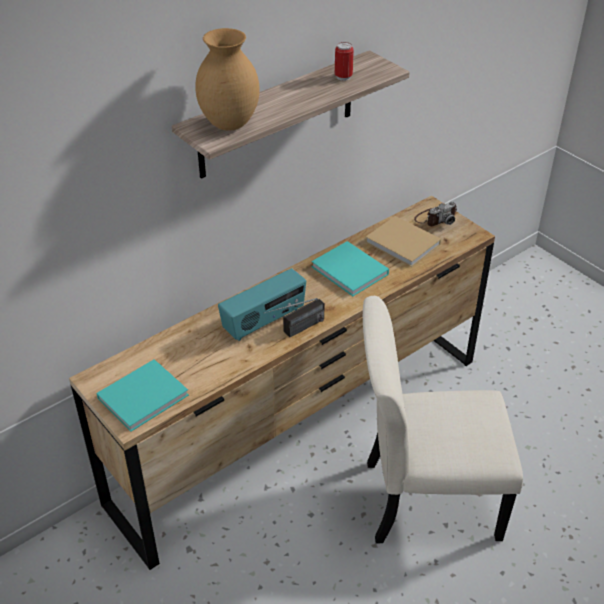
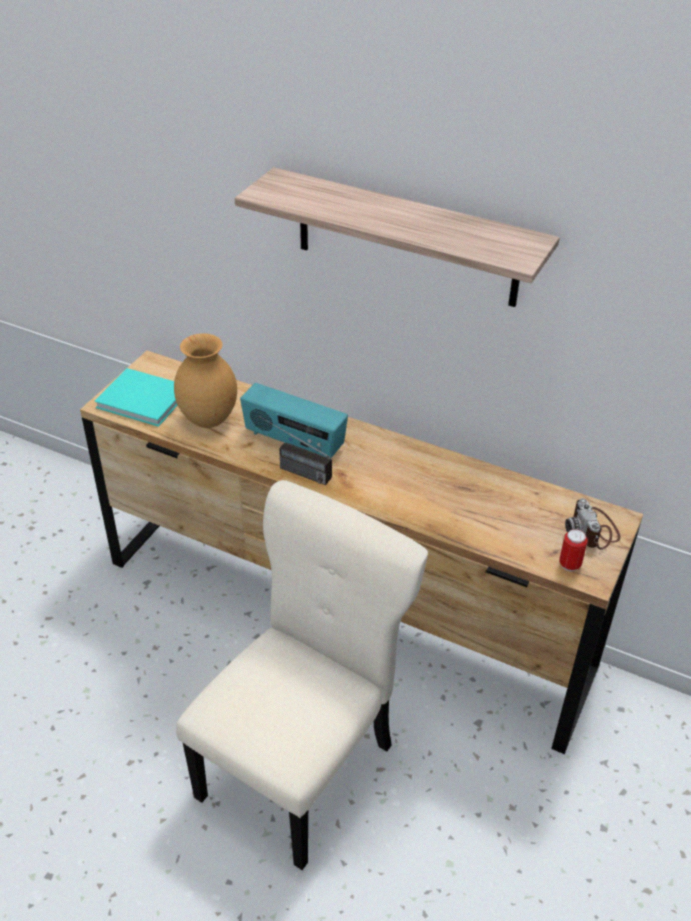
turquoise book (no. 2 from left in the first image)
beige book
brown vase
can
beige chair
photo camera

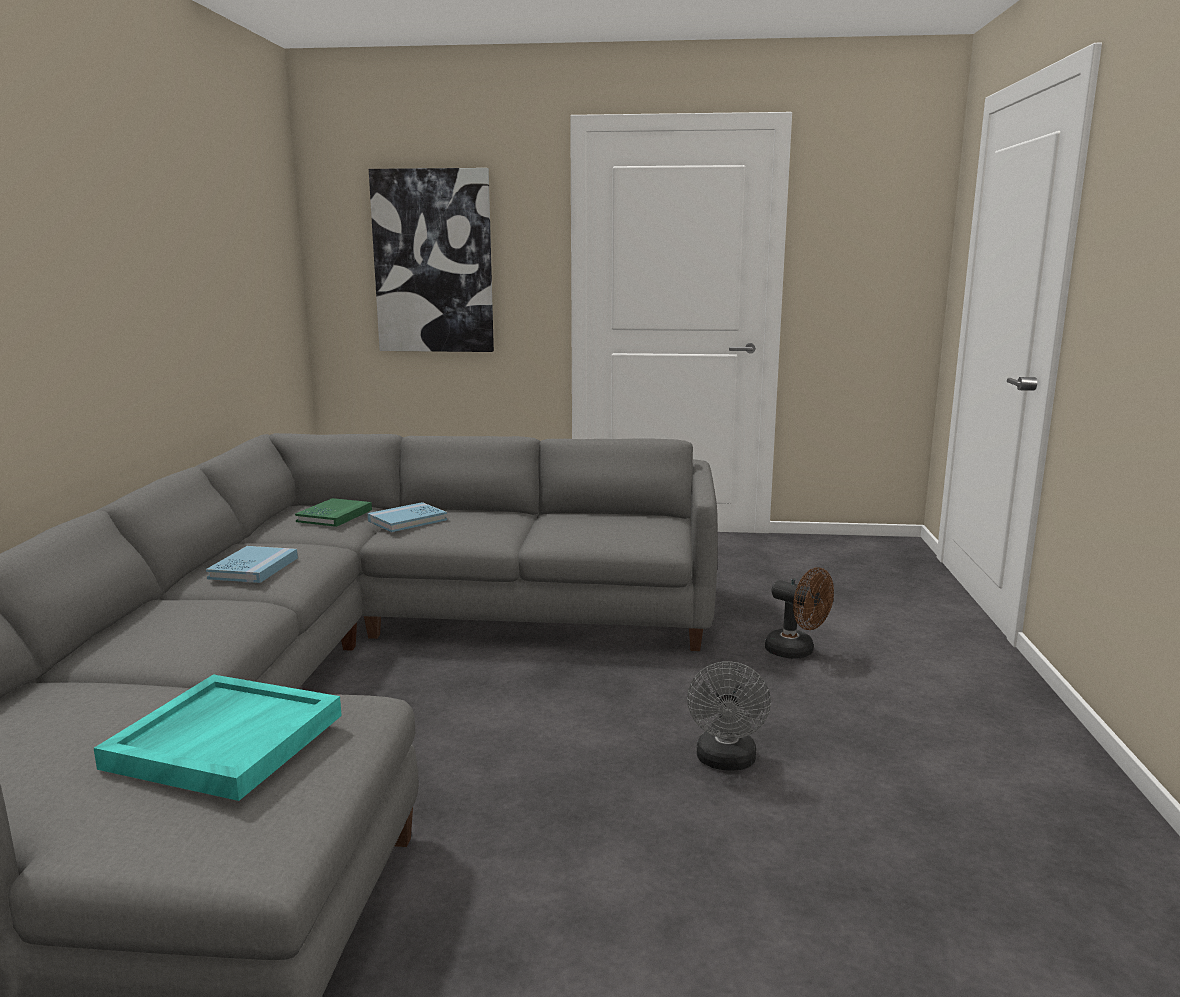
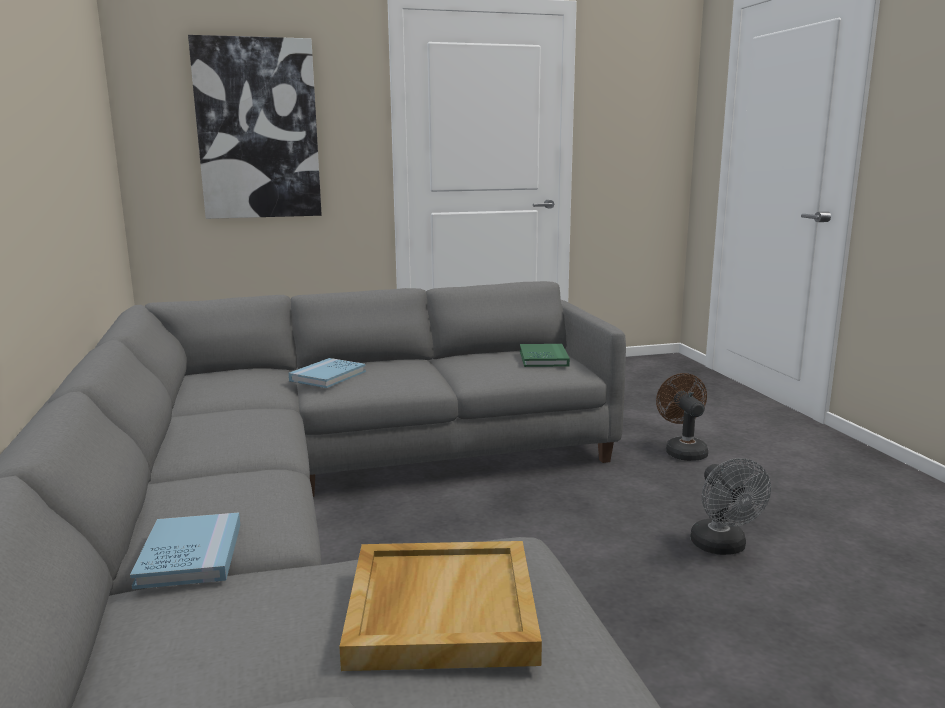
blue book (no. 1 from left)
green book
beige tray
brown fan

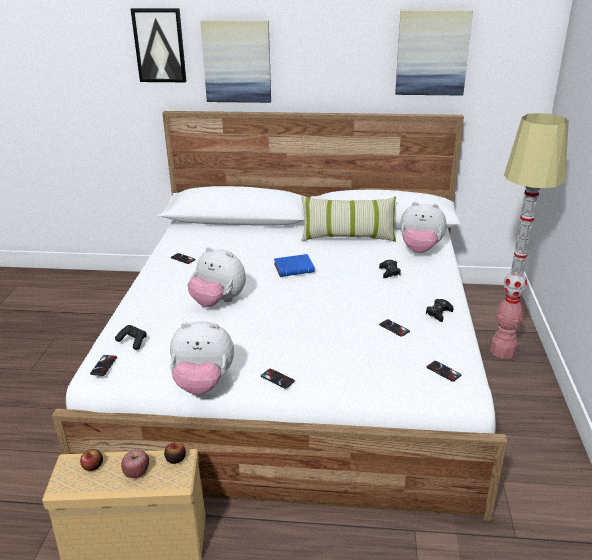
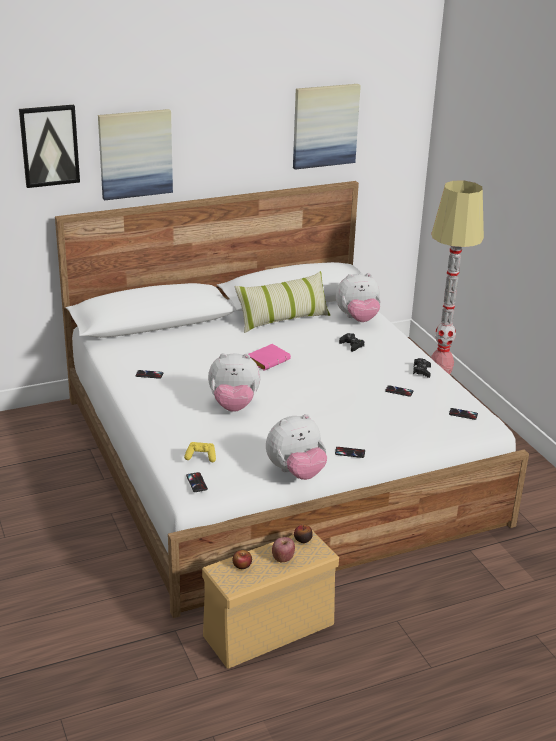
yellow game controller
pink book

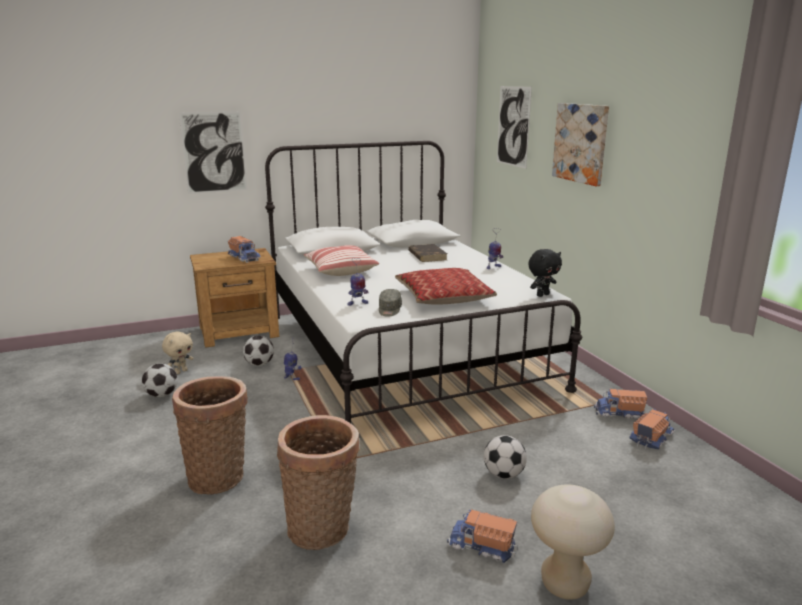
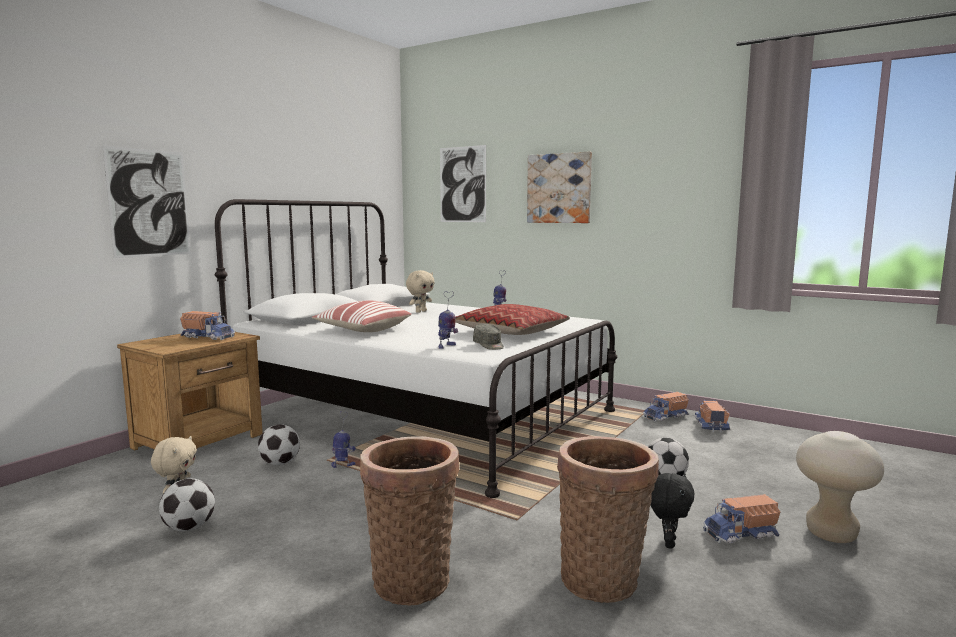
black plush toy
beige plush toy (no. 2 from left)

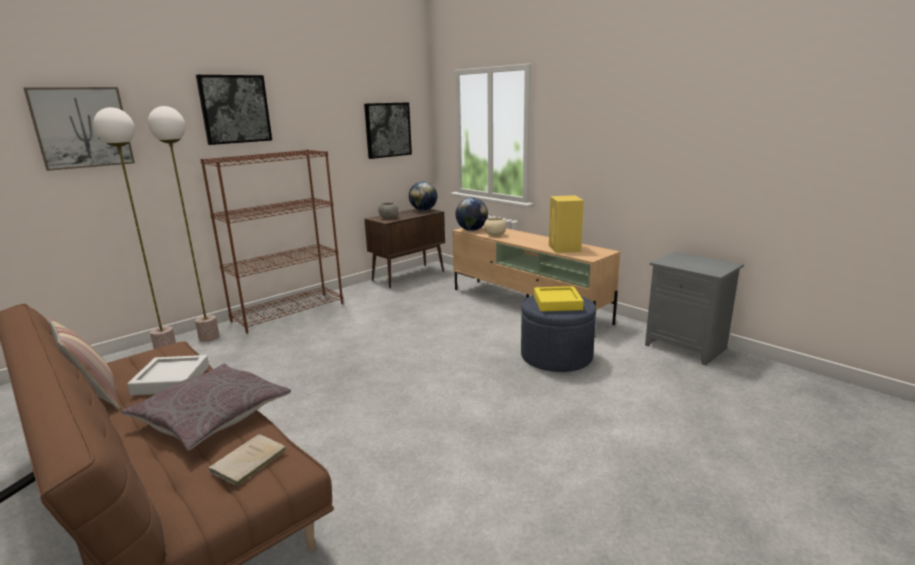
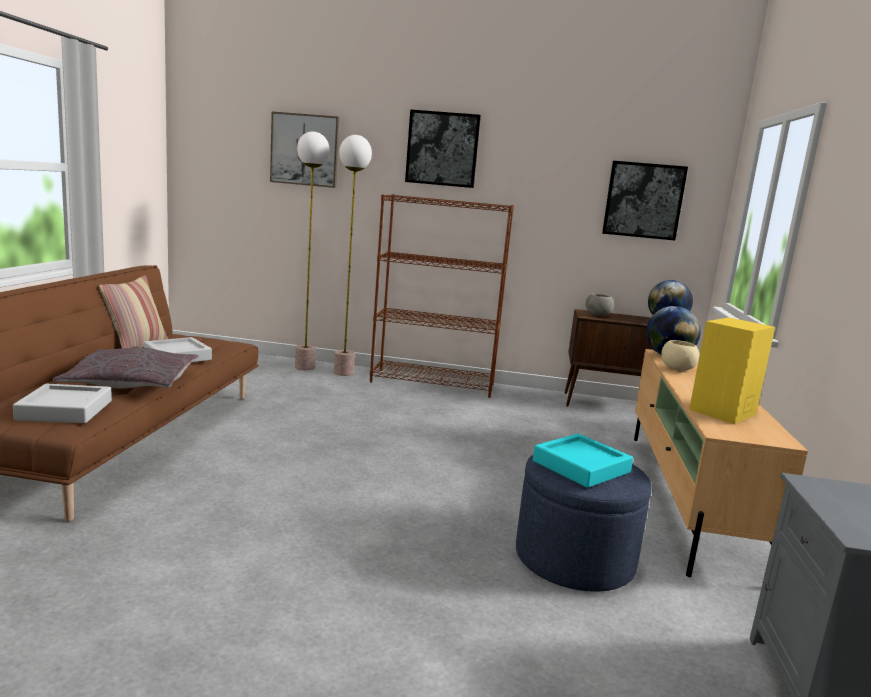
grey tray (no. 1 from left)
turquoise tray

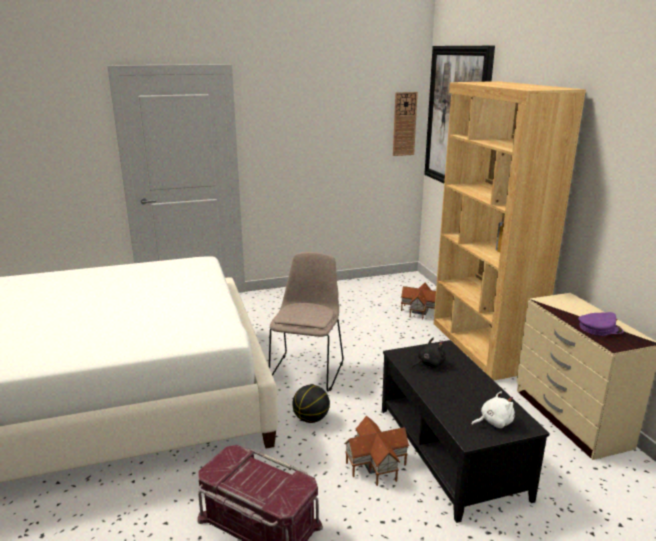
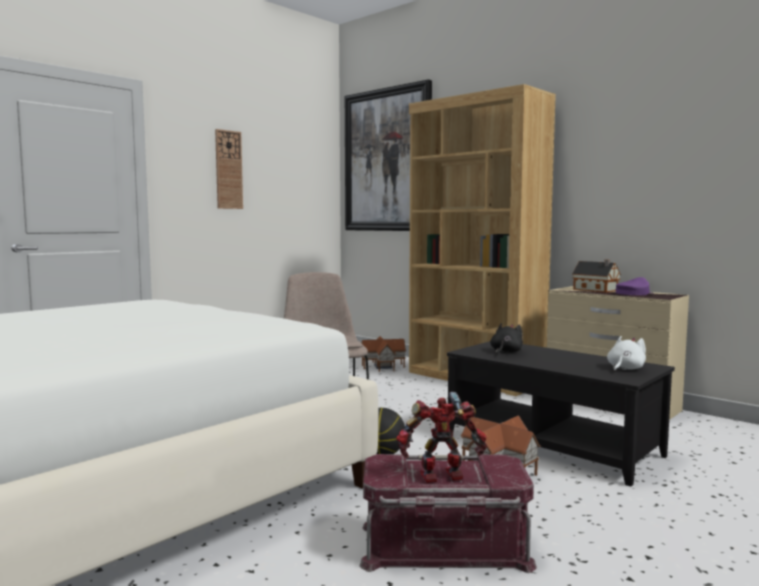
toy robot
toy house (no. 3 from left)
wall clock

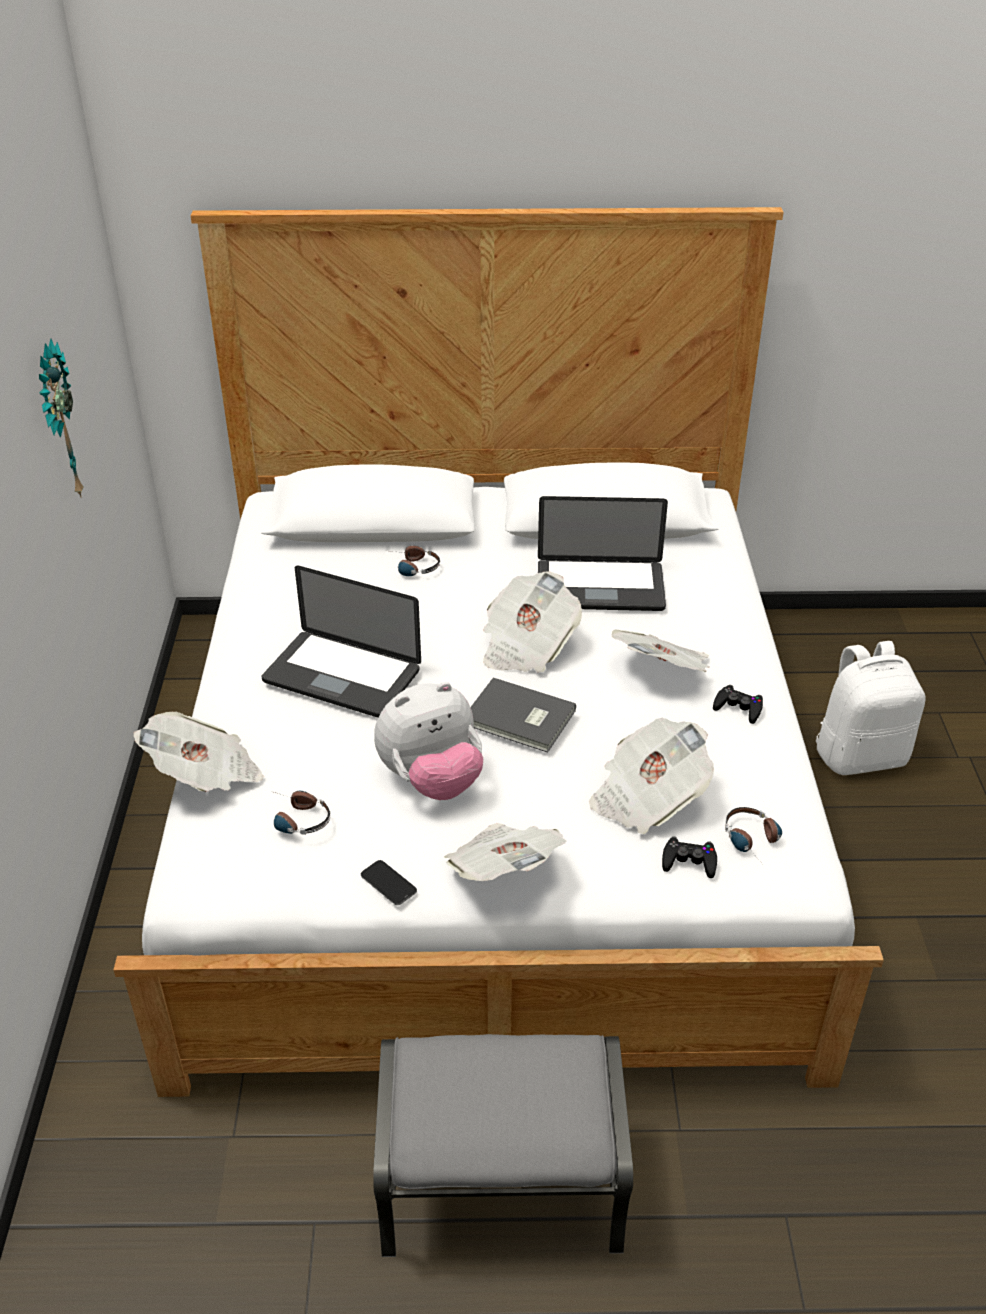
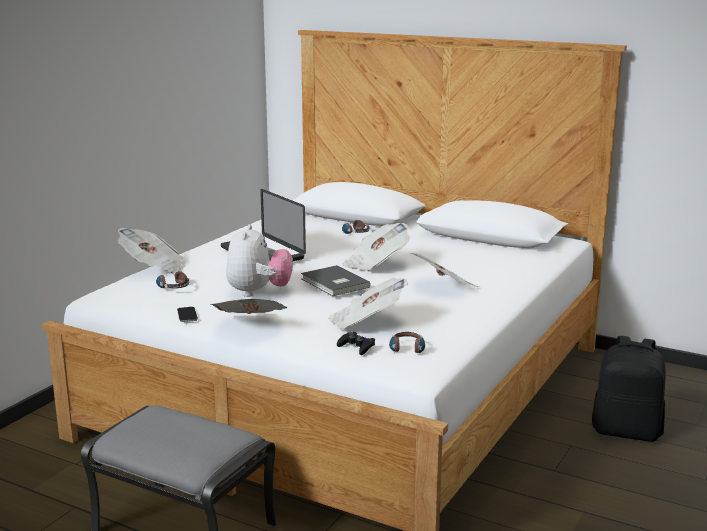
wall clock
laptop (no. 2 from left in the first image)
black game controller (no. 2 from left in the first image)
black backpack
plush toy

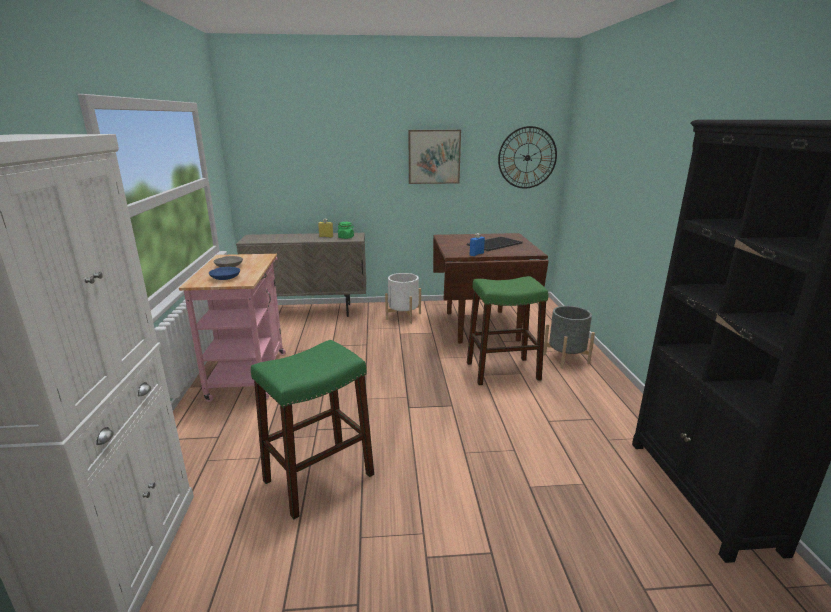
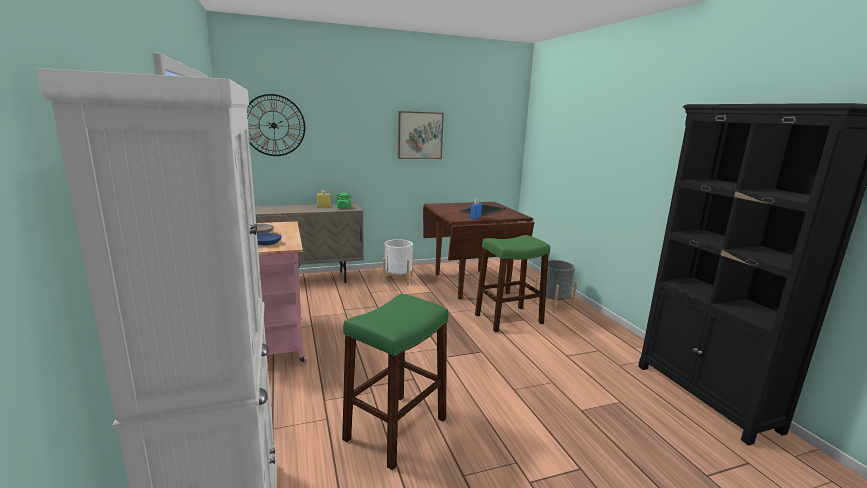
wall clock

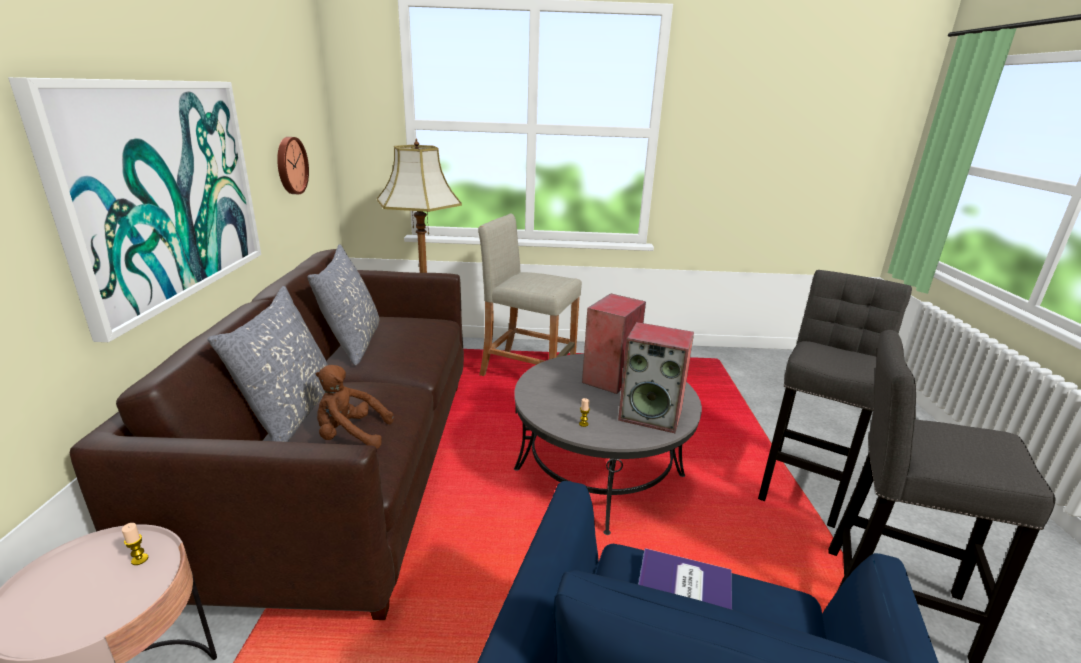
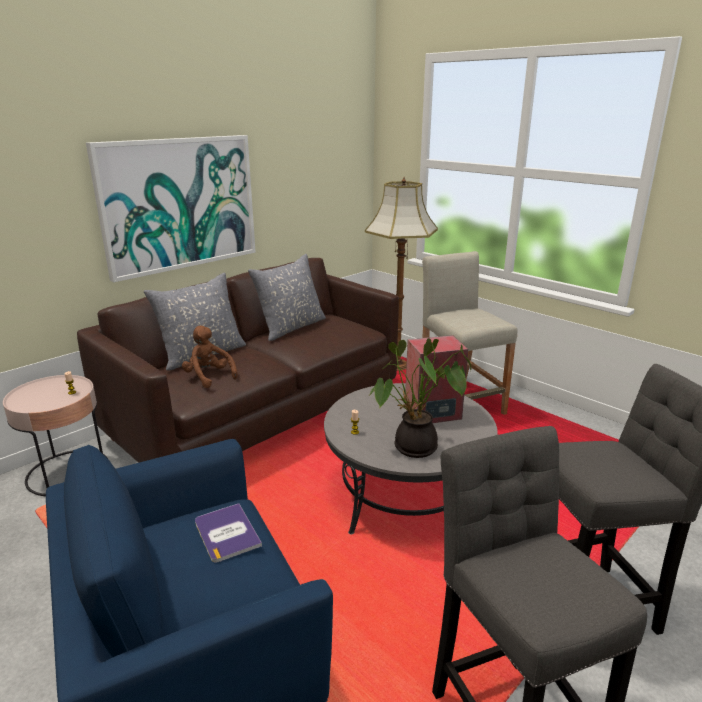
wall clock
potted plant

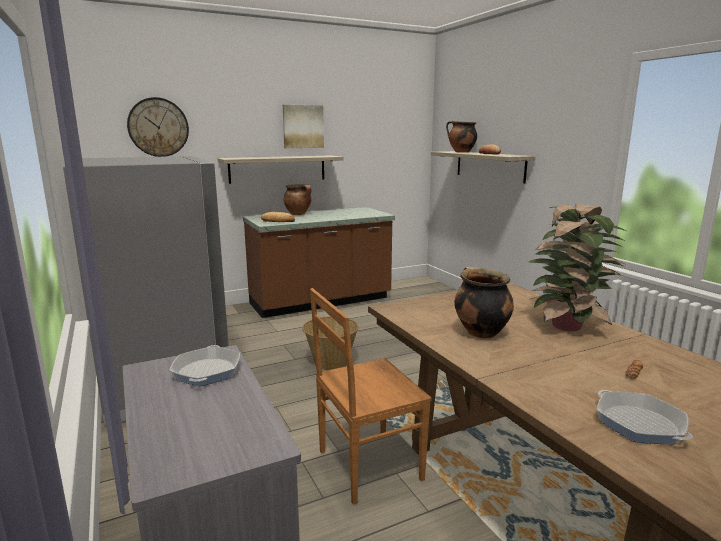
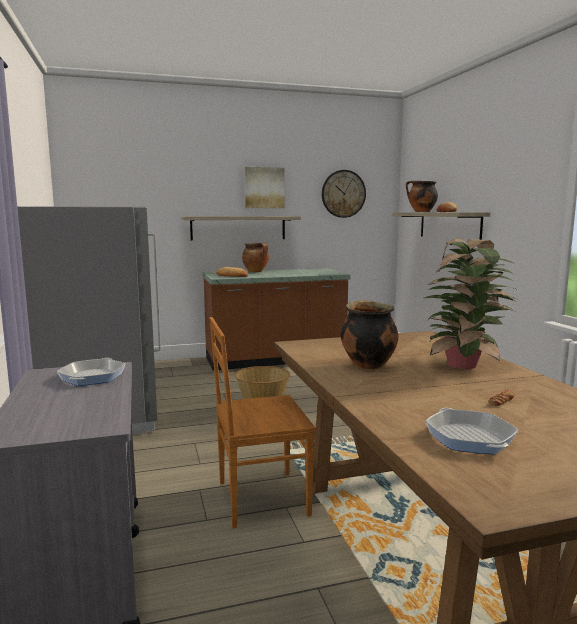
wall clock

